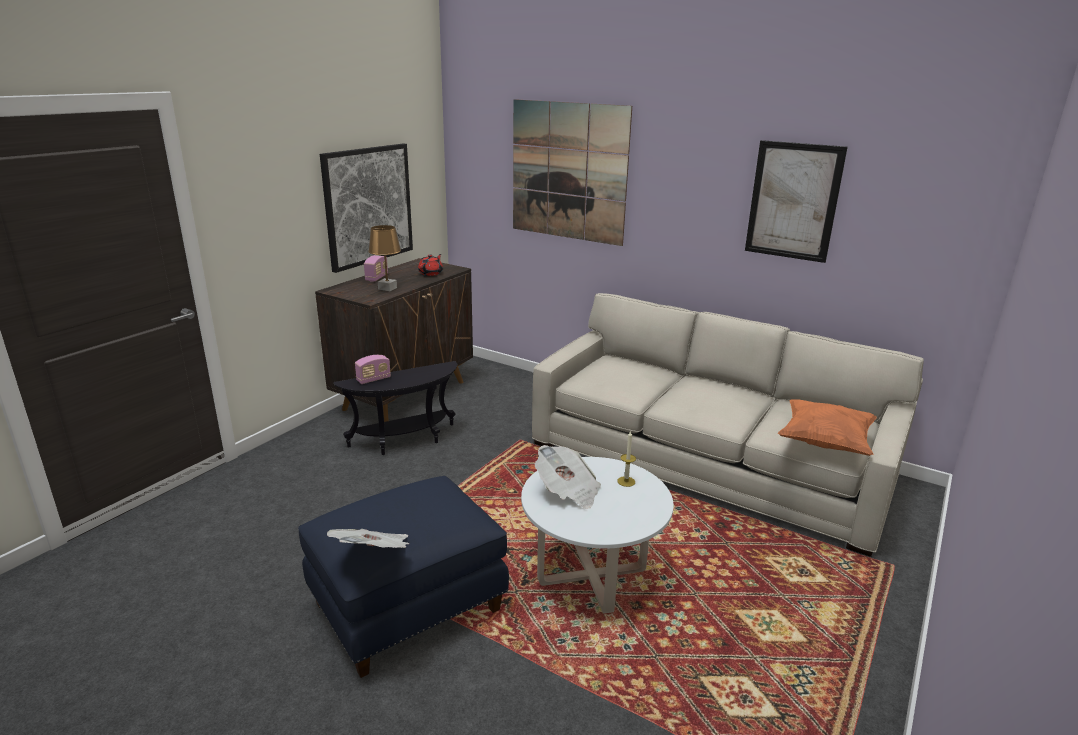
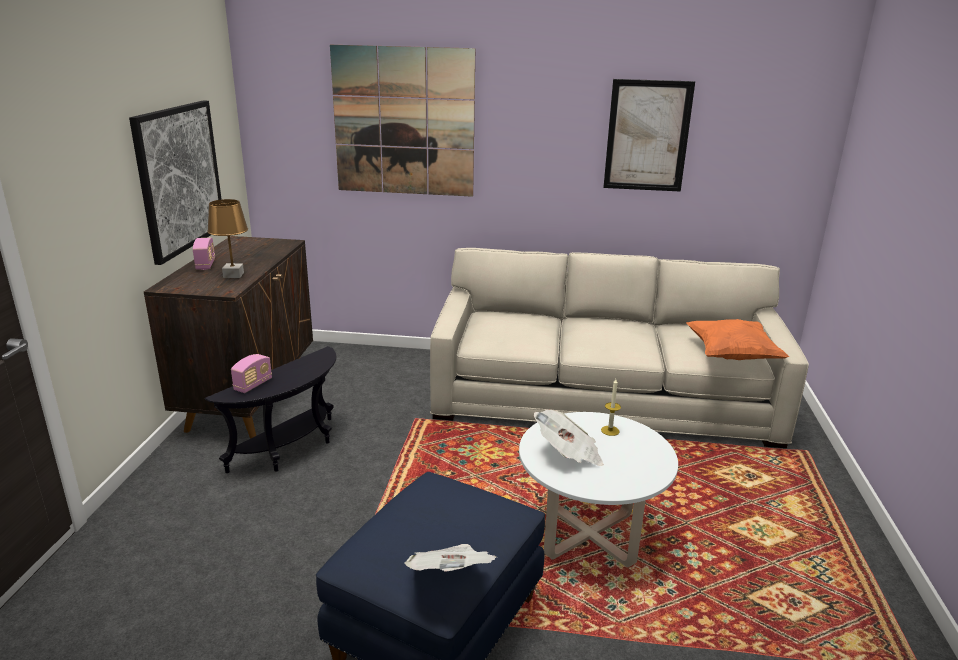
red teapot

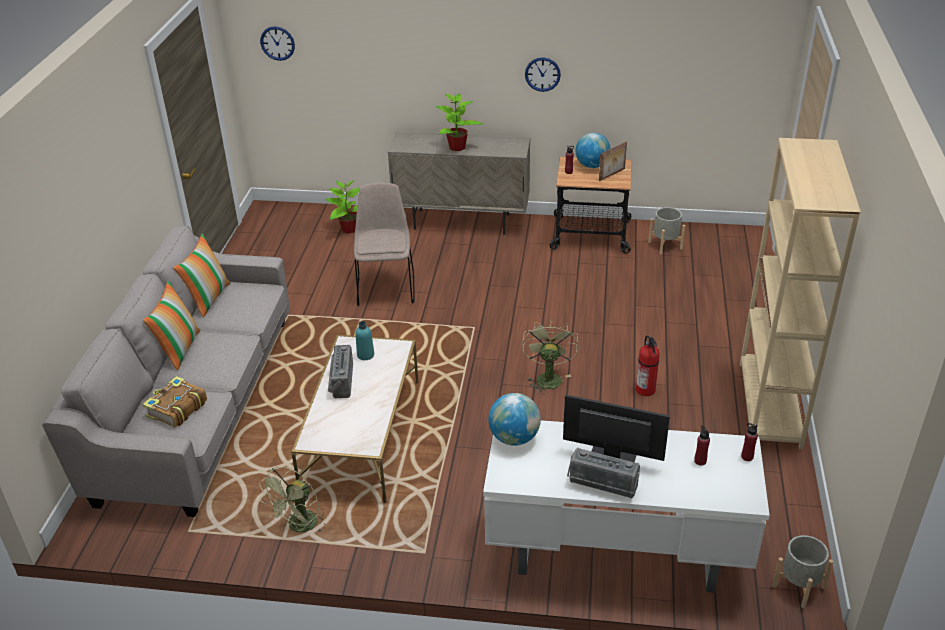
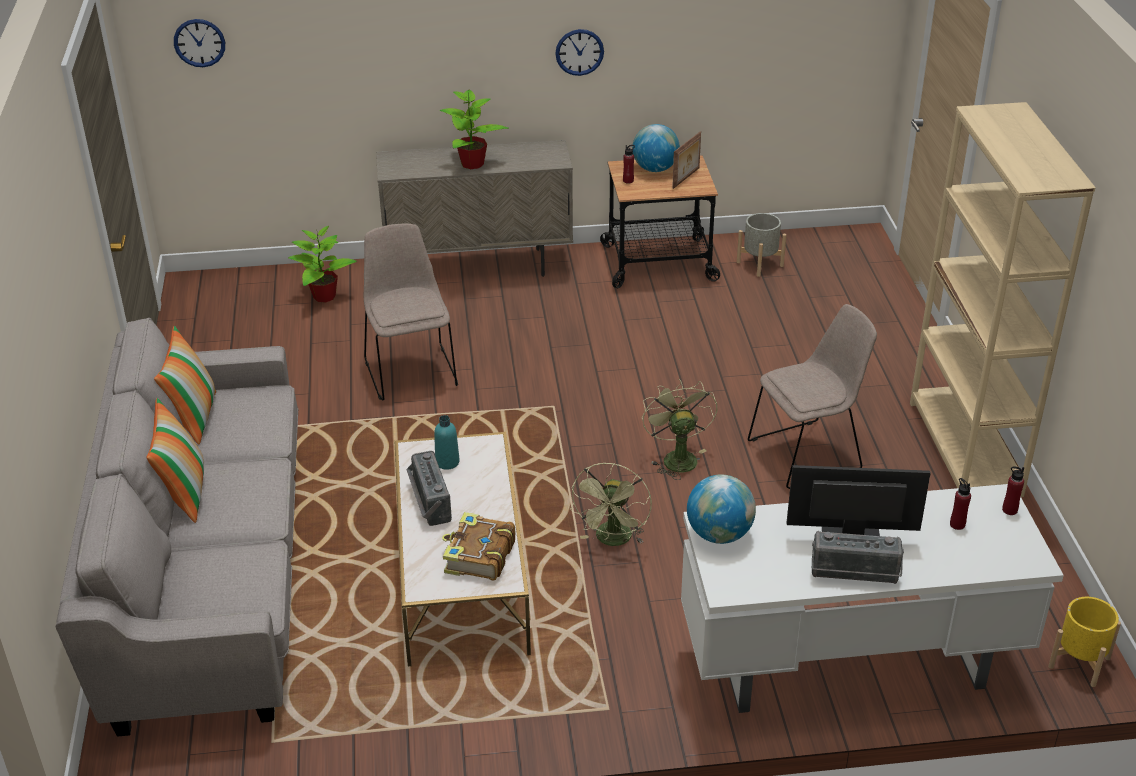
book
green fan (no. 1 from left)
beige chair (no. 2 from left)
yellow planter

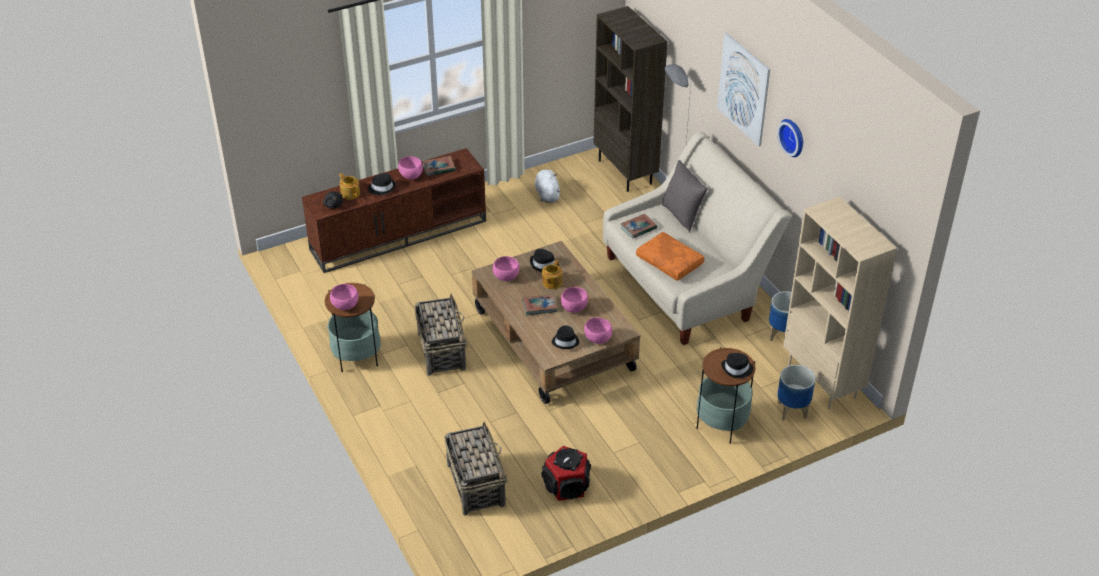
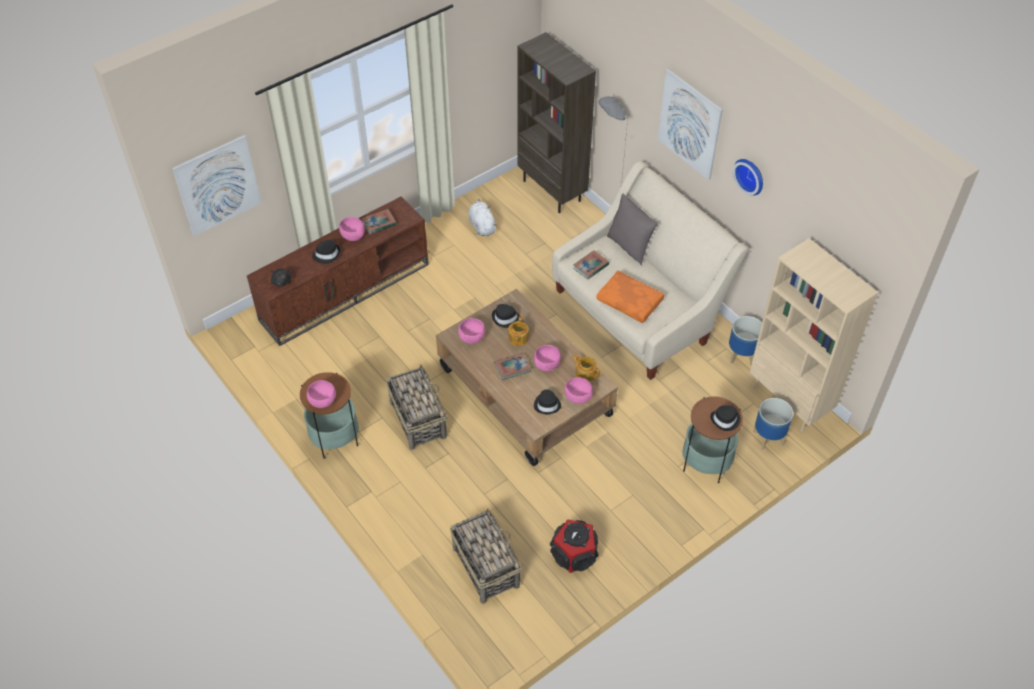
picture (no. 1 from left)
teapot (no. 2 from left)

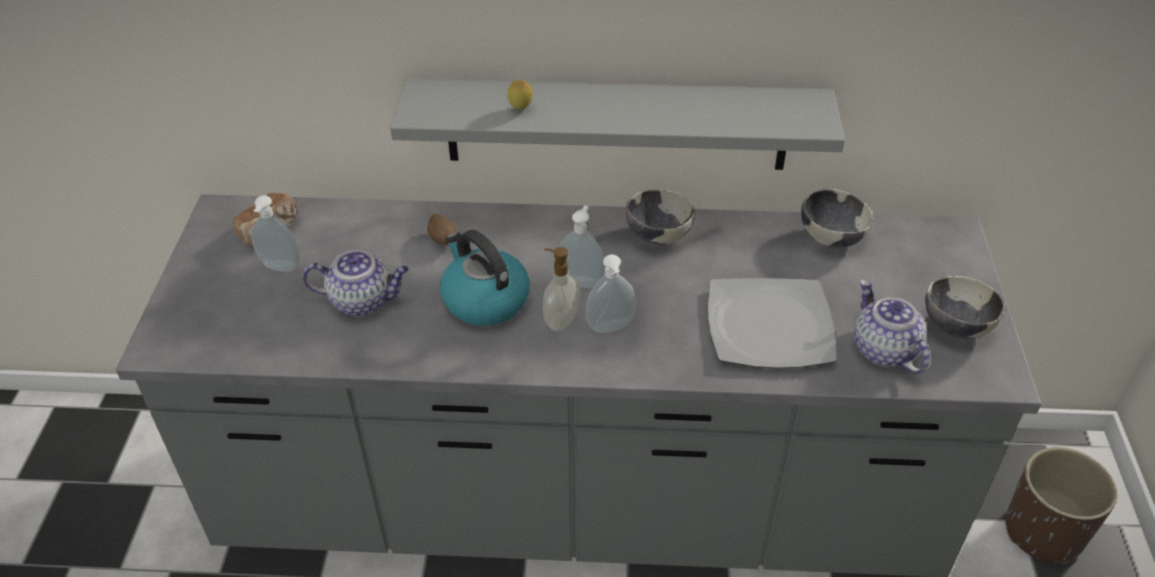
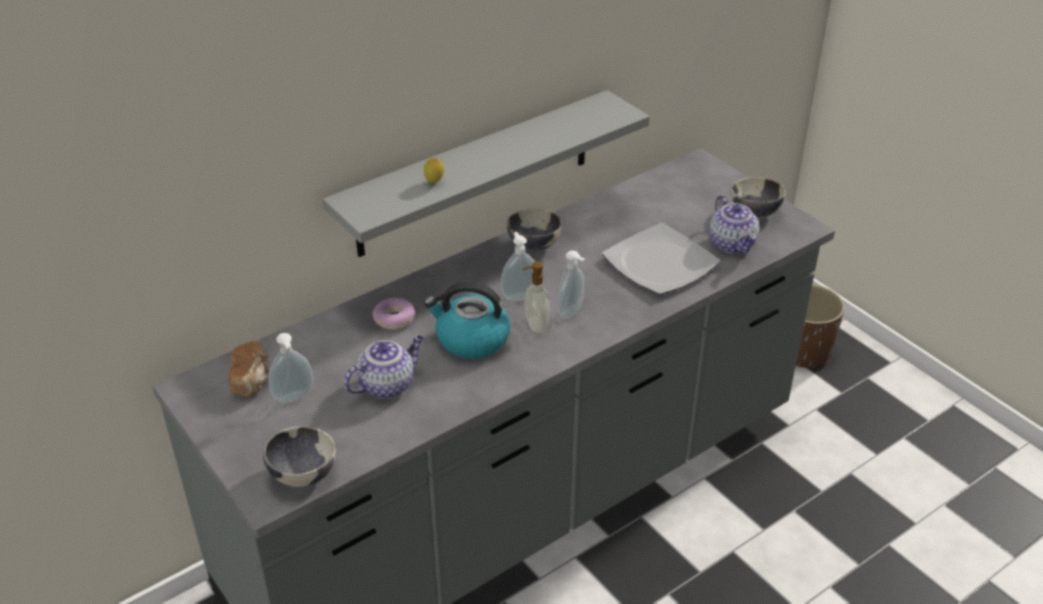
bowl (no. 1 from left)
donut
teapot (no. 2 from left)

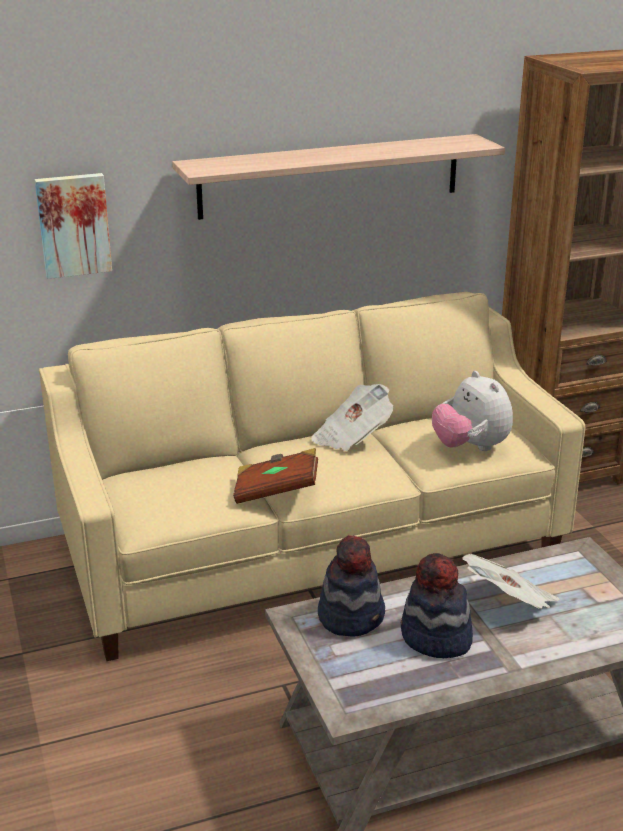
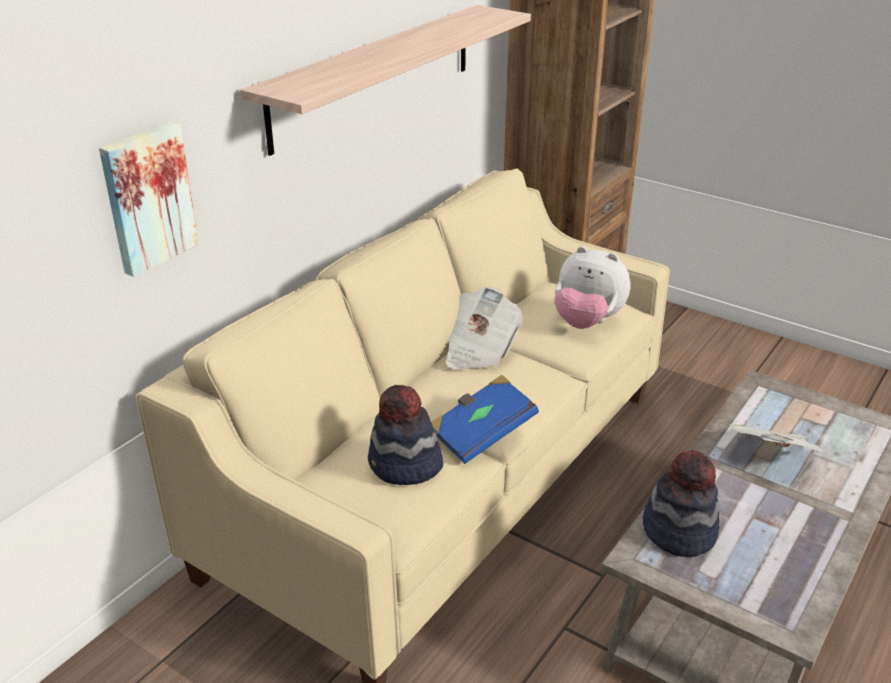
hat (no. 1 from left)
blue book

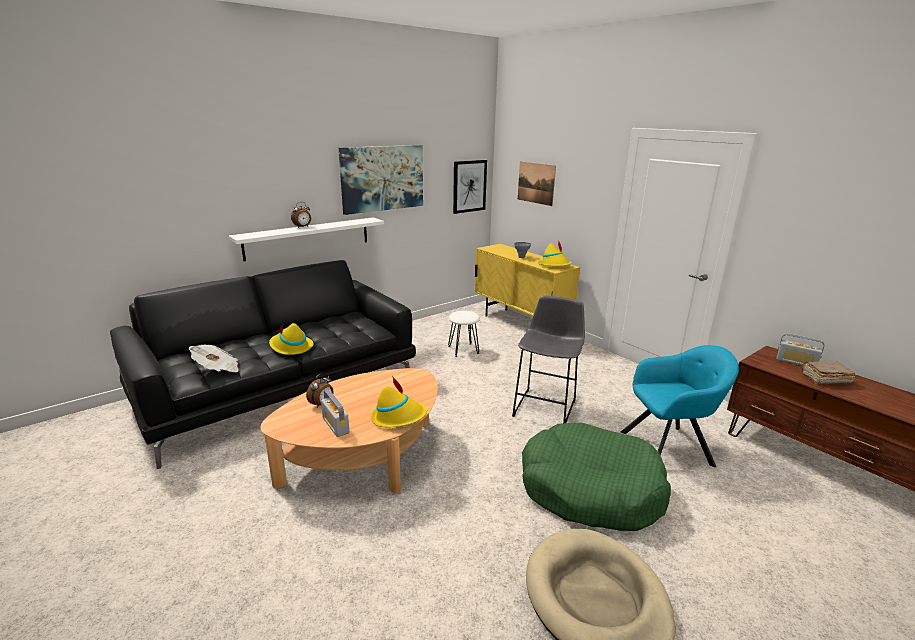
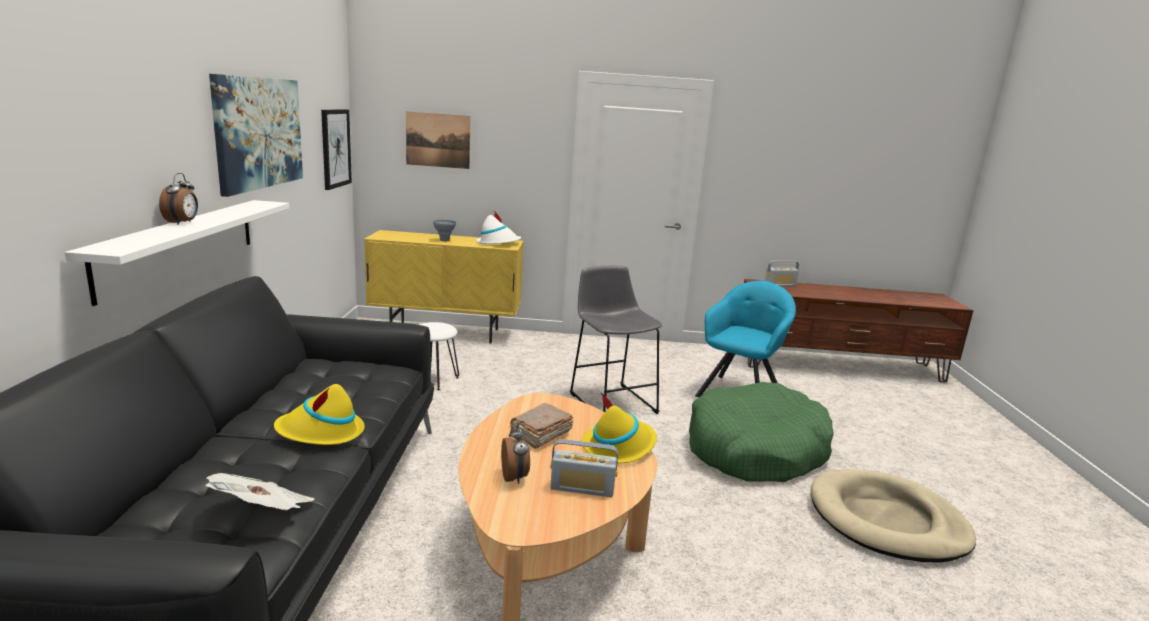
brown book
white hat

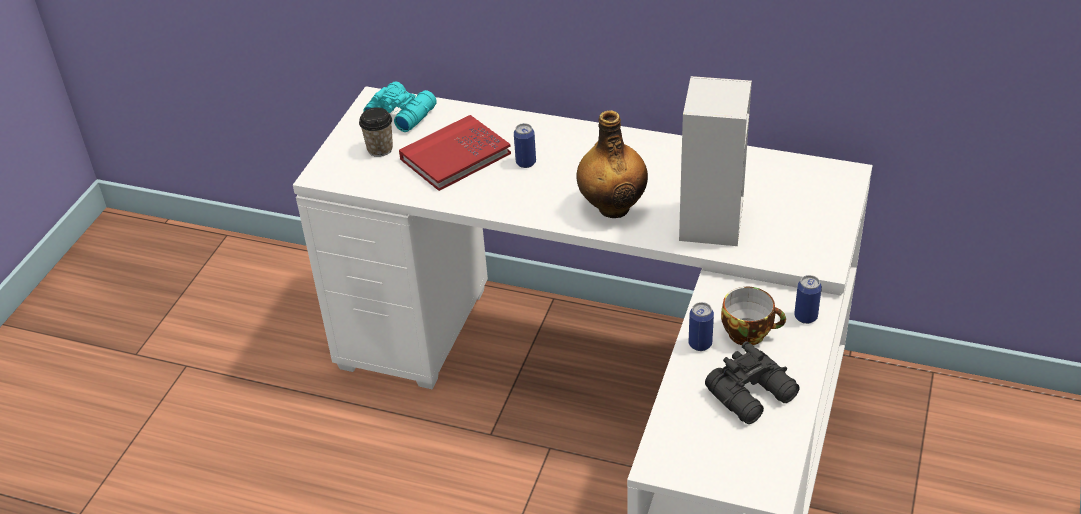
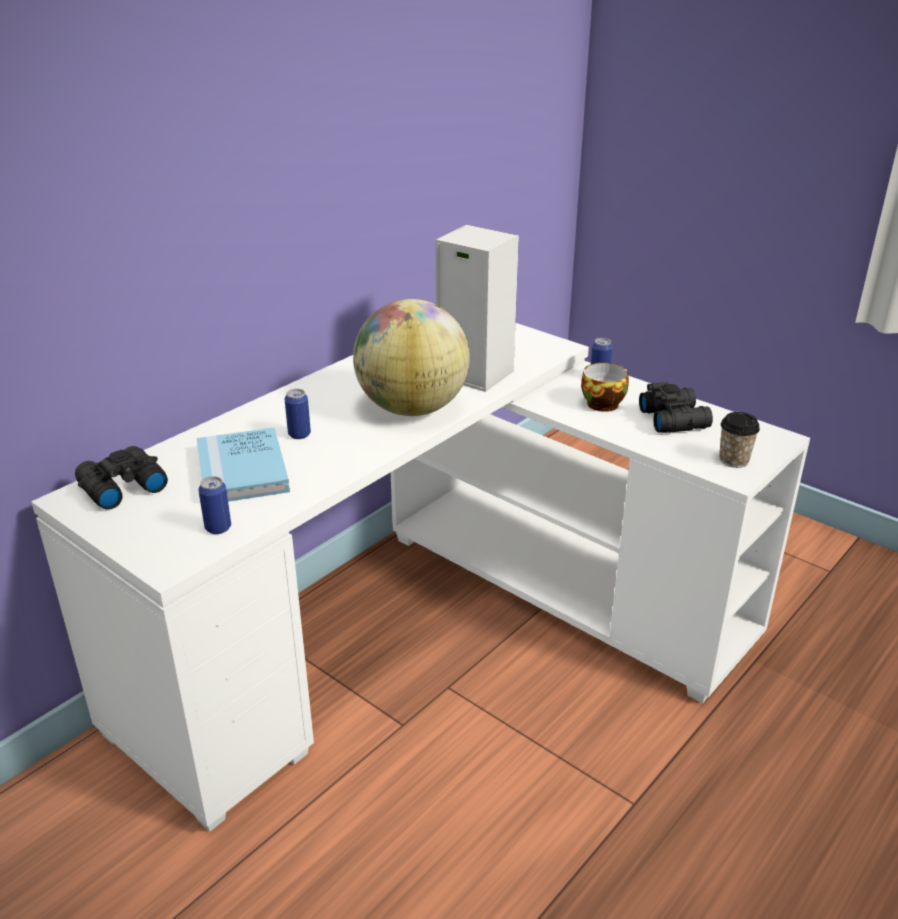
cup (no. 2 from left)
can (no. 1 from left)
globe
black binoculars (no. 1 from left)
blue book

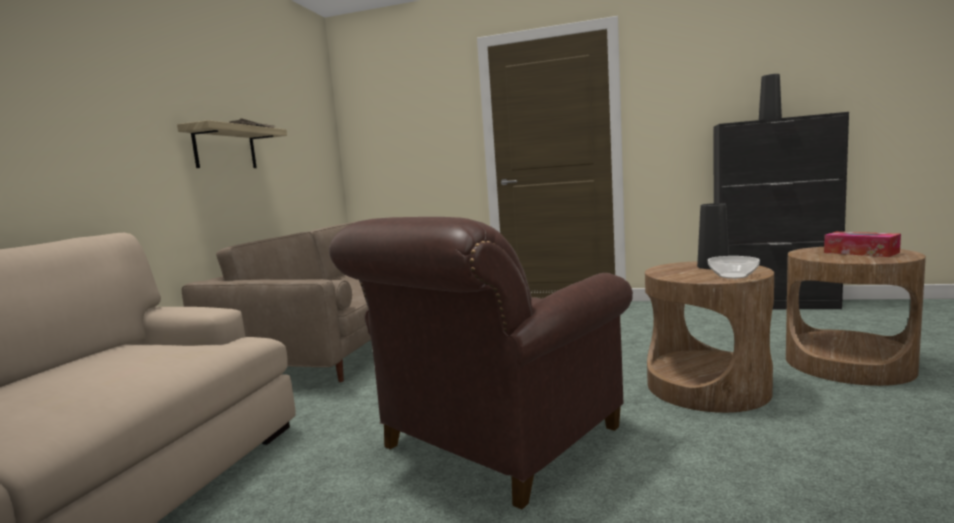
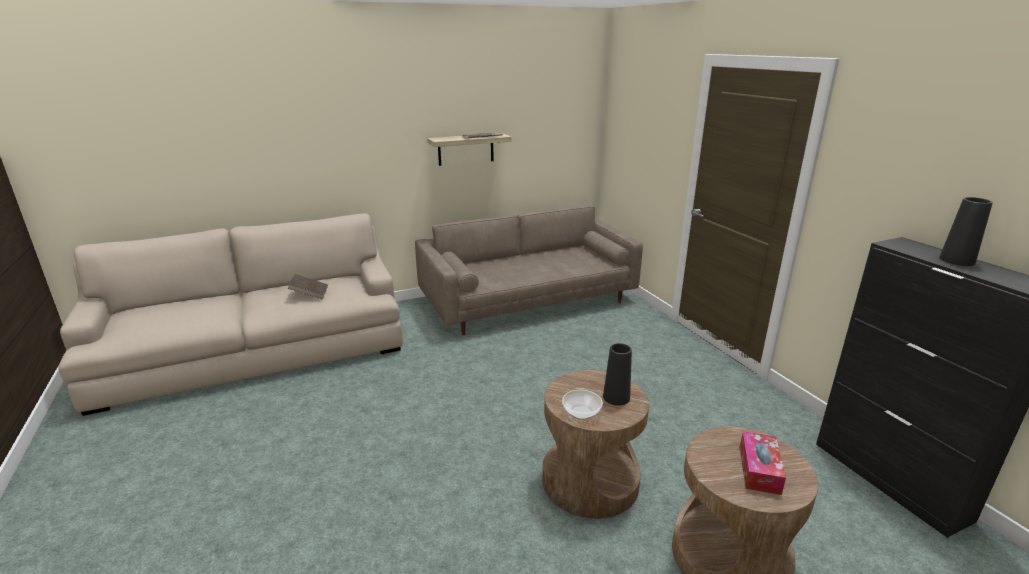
brown armchair
brown book

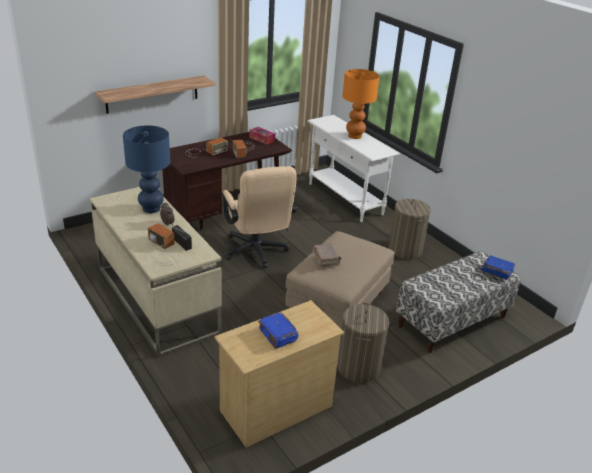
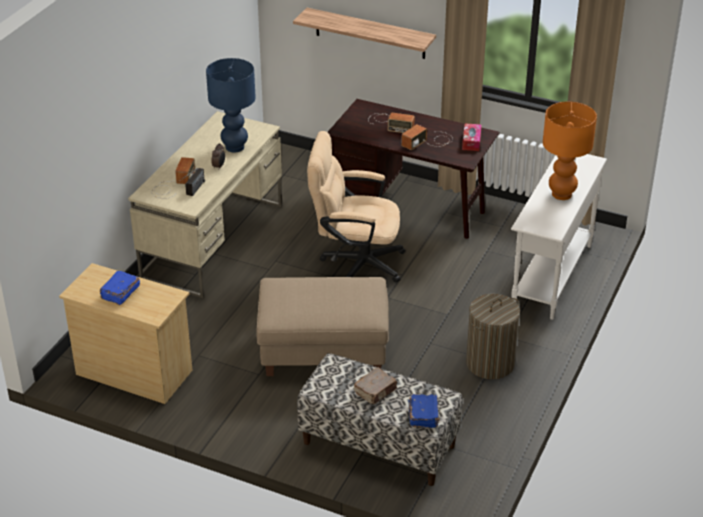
laundry basket (no. 1 from left in the first image)
brown book
beige office chair

